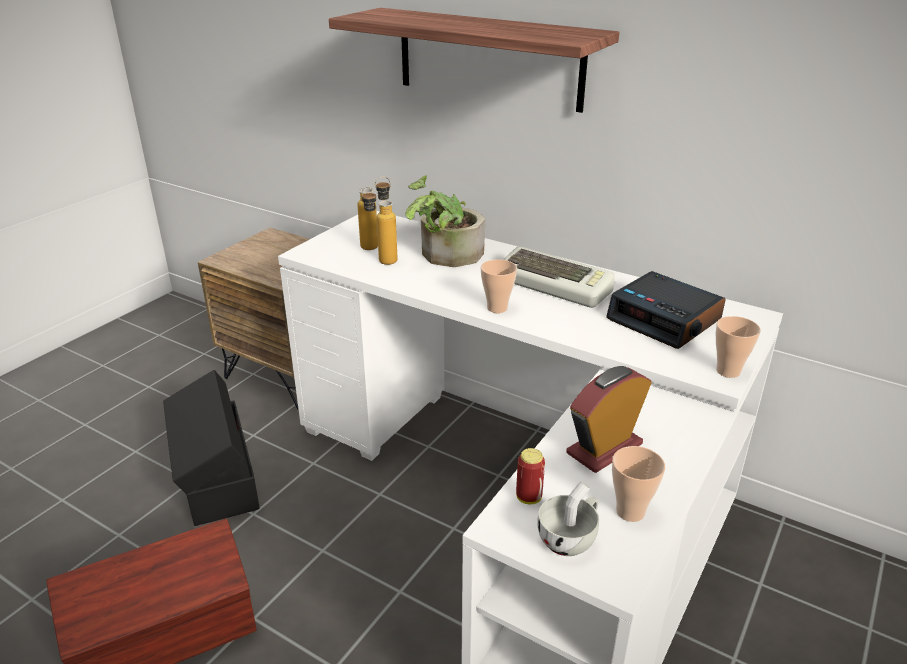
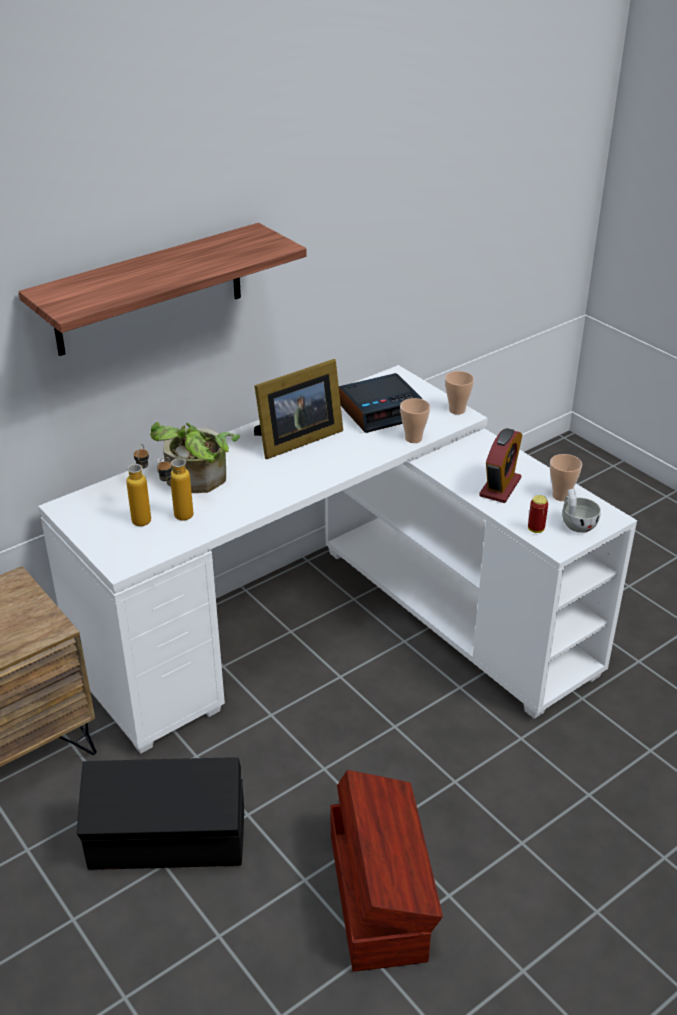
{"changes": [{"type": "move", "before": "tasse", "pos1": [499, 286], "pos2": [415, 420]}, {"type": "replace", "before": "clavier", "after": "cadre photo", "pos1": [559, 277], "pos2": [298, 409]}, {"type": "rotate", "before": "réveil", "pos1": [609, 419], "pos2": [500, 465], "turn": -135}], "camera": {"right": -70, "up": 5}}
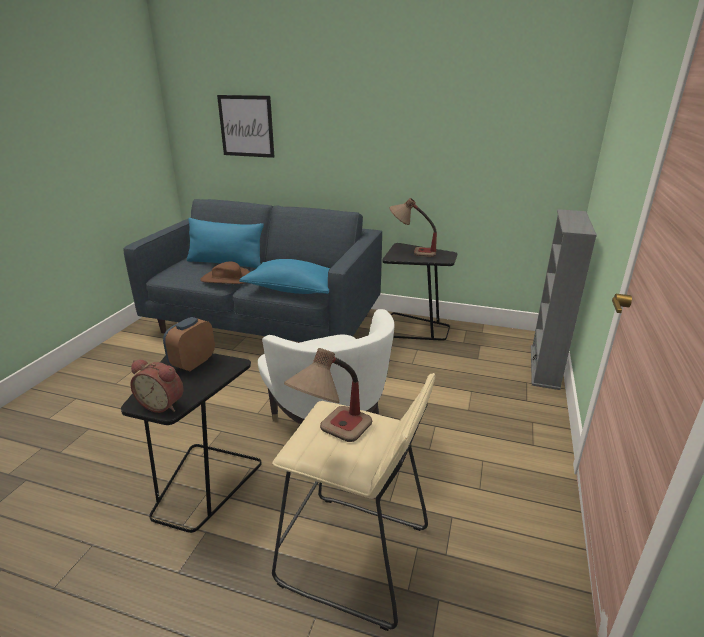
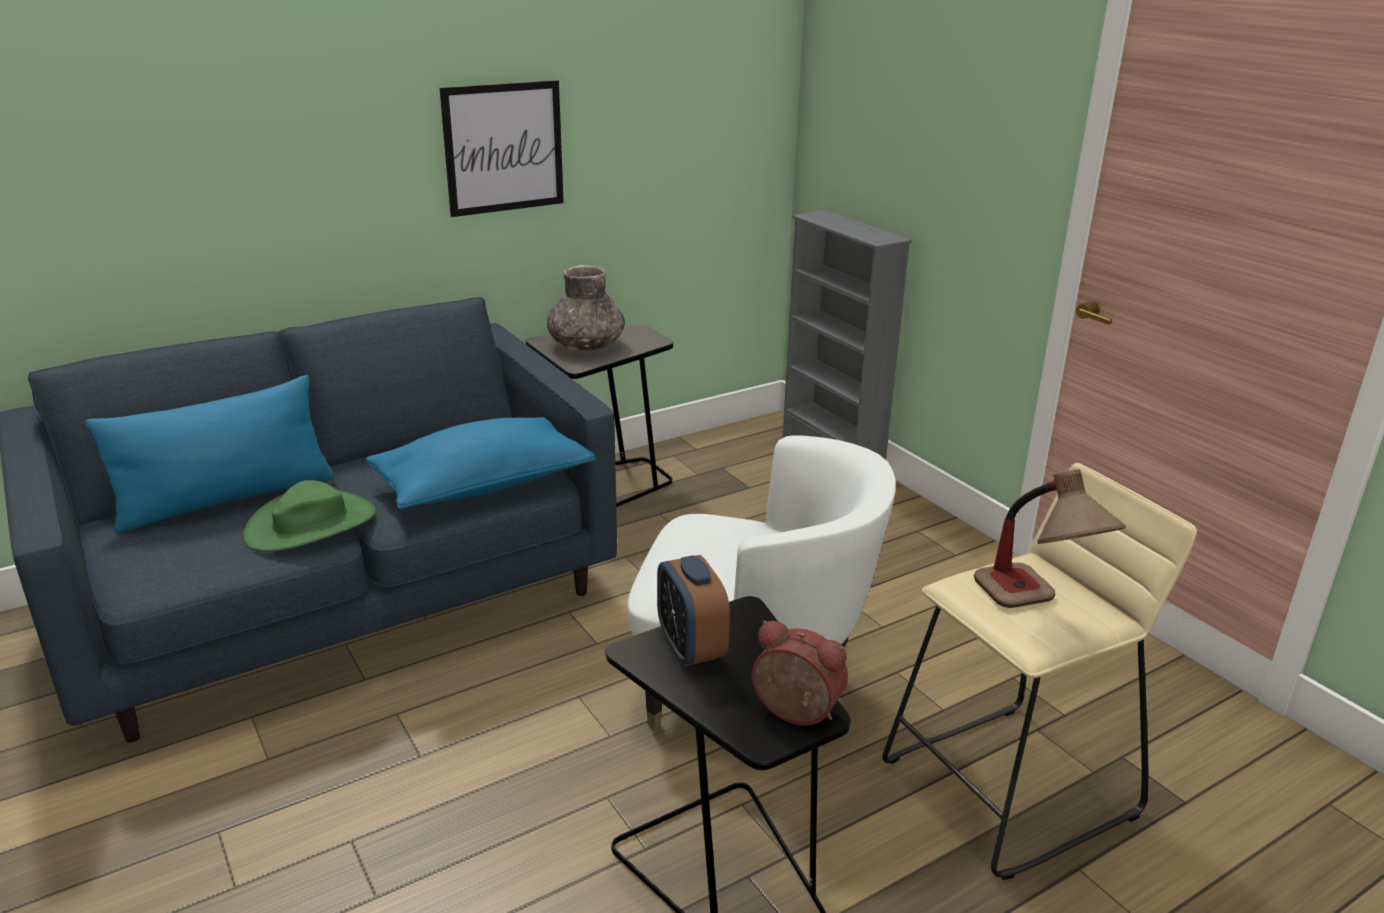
{"changes": [{"type": "rotate", "before": "réveil", "pos1": [156, 386], "pos2": [799, 673], "turn": -120}, {"type": "recolor", "before": "chapeau/marron", "after": "chapeau/vert", "pos1": [225, 272], "pos2": [309, 516]}, {"type": "move", "before": "tableau", "pos1": [245, 126], "pos2": [502, 148]}, {"type": "replace", "before": "lampe de table", "after": "vase/gris", "pos1": [413, 227], "pos2": [586, 308]}], "camera": {"right": -50, "up": 0}}
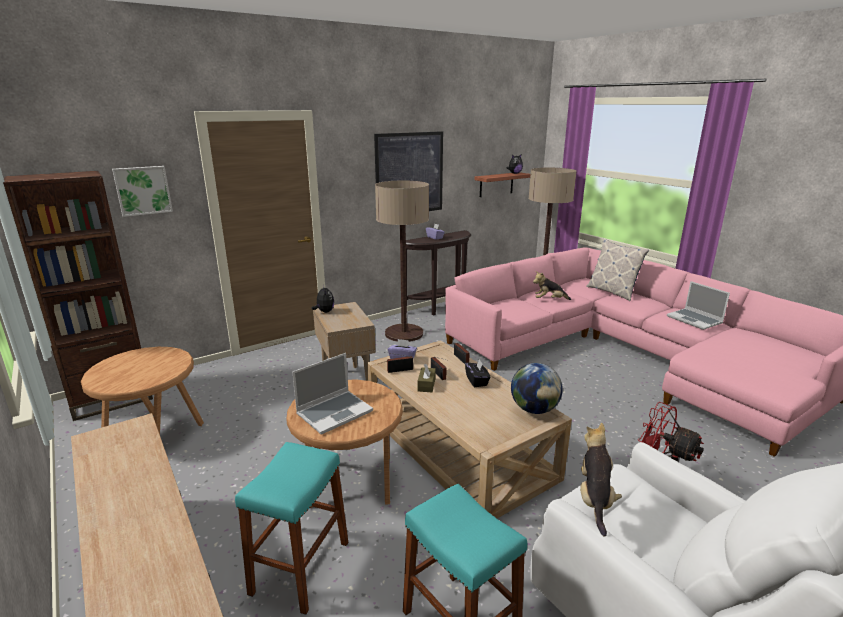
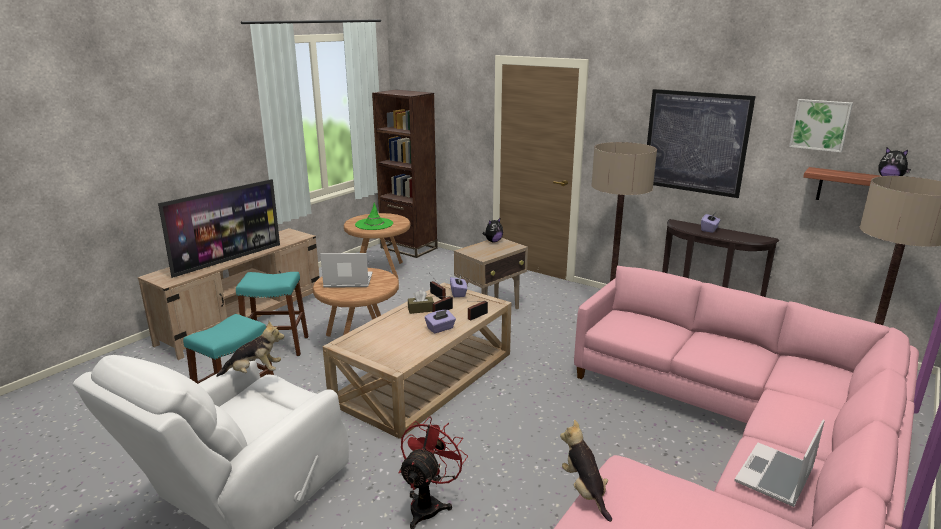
{"changes": [{"type": "move", "before": "tableau", "pos1": [142, 191], "pos2": [821, 125]}, {"type": "rotate", "before": "ordinateur portable", "pos1": [332, 393], "pos2": [346, 270], "turn": 150}, {"type": "recolor", "before": "boîte à mouchoirs/noir", "after": "boîte à mouchoirs/violet", "pos1": [478, 373], "pos2": [440, 322]}, {"type": "delete", "before": "globe", "pos1": [537, 388]}, {"type": "move", "before": "peluche", "pos1": [552, 285], "pos2": [586, 471]}, {"type": "delete", "before": "coussin", "pos1": [617, 270]}, {"type": "insert", "after": "téléviseur", "pos2": [219, 228]}, {"type": "insert", "after": "chapeau/vert", "pos2": [374, 216]}], "camera": {"right": 70, "up": 0}}
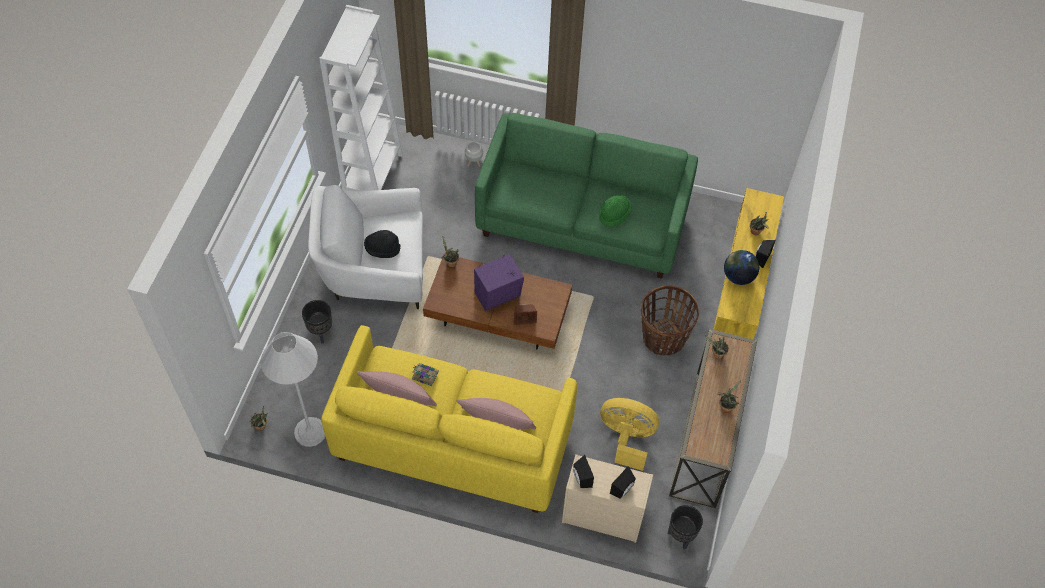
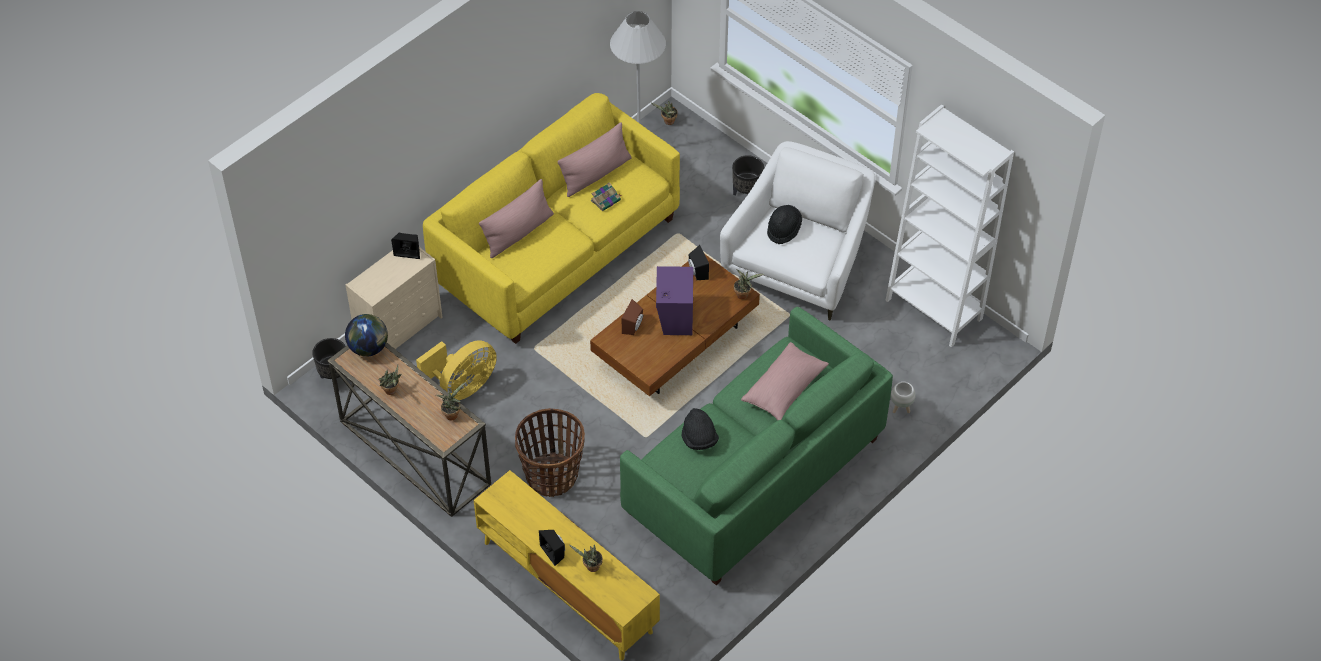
{"changes": [{"type": "recolor", "before": "chapeau/vert", "after": "chapeau/noir", "pos1": [615, 211], "pos2": [700, 429]}, {"type": "move", "before": "enceinte/noir", "pos1": [623, 482], "pos2": [698, 262]}, {"type": "move", "before": "globe", "pos1": [741, 267], "pos2": [366, 335]}, {"type": "insert", "after": "coussin/rose", "pos2": [785, 381]}], "camera": {"right": 120, "up": -5}}
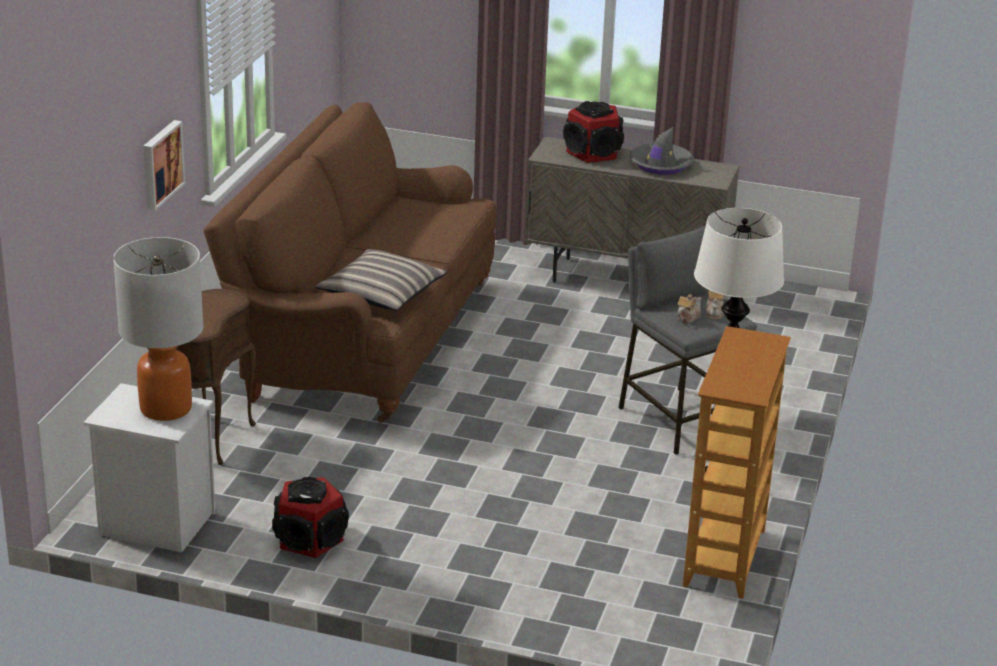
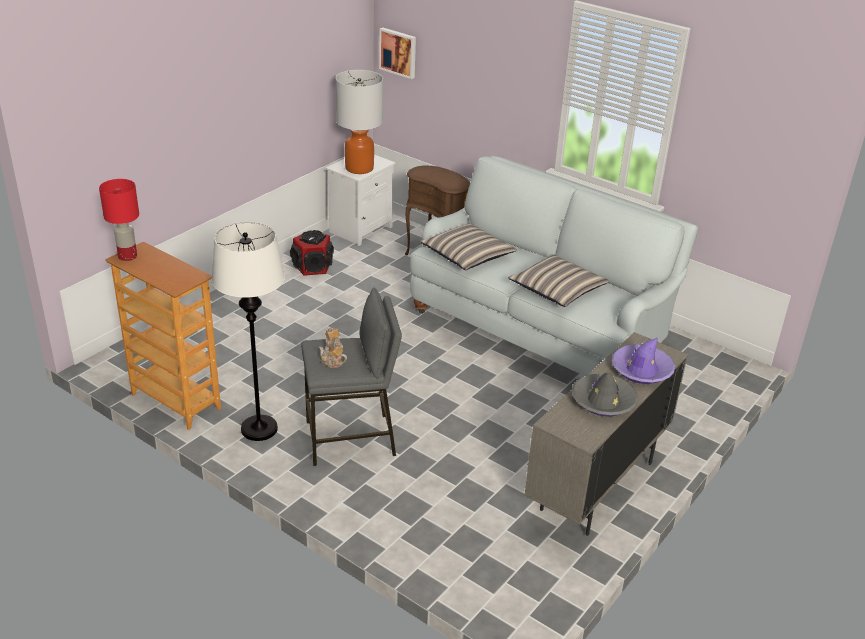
{"changes": [{"type": "move", "before": "tableau", "pos1": [164, 165], "pos2": [397, 53]}, {"type": "recolor", "before": "canapé/marron", "after": "canapé/blanc", "pos1": [350, 262], "pos2": [554, 266]}, {"type": "replace", "before": "enceinte", "after": "chapeau/violet", "pos1": [593, 132], "pos2": [643, 361]}, {"type": "insert", "after": "lampe de table/rouge", "pos2": [119, 220]}, {"type": "insert", "after": "coussin", "pos2": [558, 280]}], "camera": {"right": 110, "up": 5}}
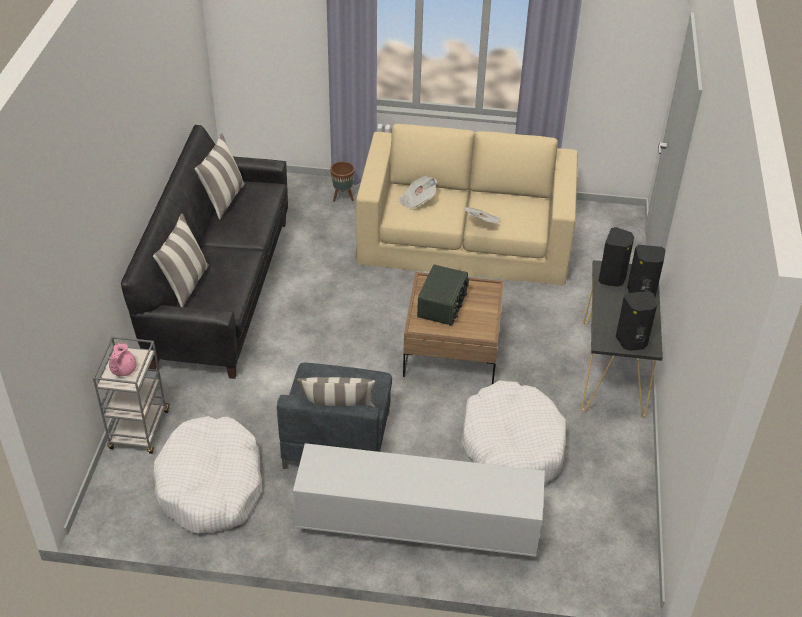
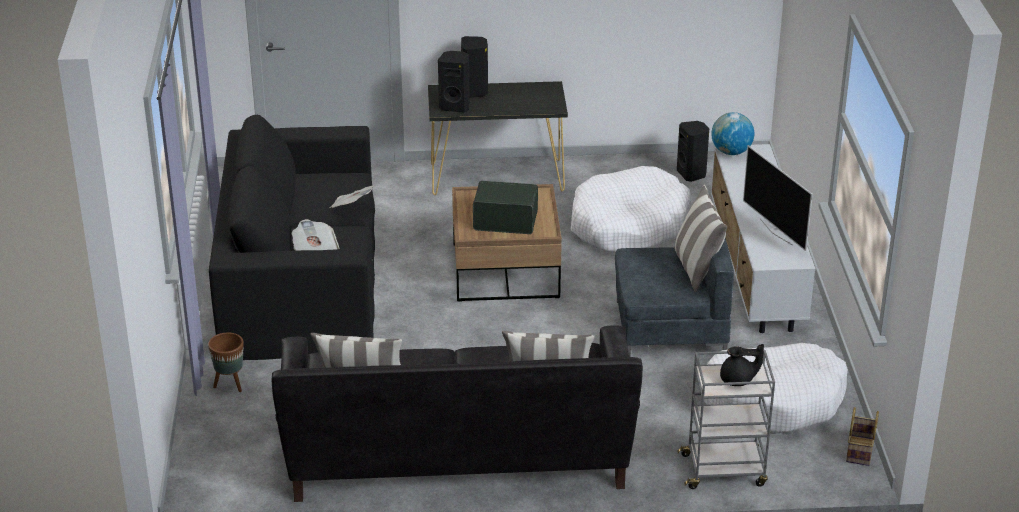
{"changes": [{"type": "recolor", "before": "théière/rose", "after": "théière/noir", "pos1": [122, 359], "pos2": [742, 365]}, {"type": "recolor", "before": "canapé/beige", "after": "canapé/noir", "pos1": [466, 205], "pos2": [292, 237]}, {"type": "move", "before": "enceinte/noir", "pos1": [636, 321], "pos2": [693, 151]}, {"type": "insert", "after": "globe", "pos2": [732, 133]}, {"type": "insert", "after": "téléviseur", "pos2": [778, 198]}, {"type": "insert", "after": "panier", "pos2": [862, 436]}], "camera": {"right": -100, "up": -10}}
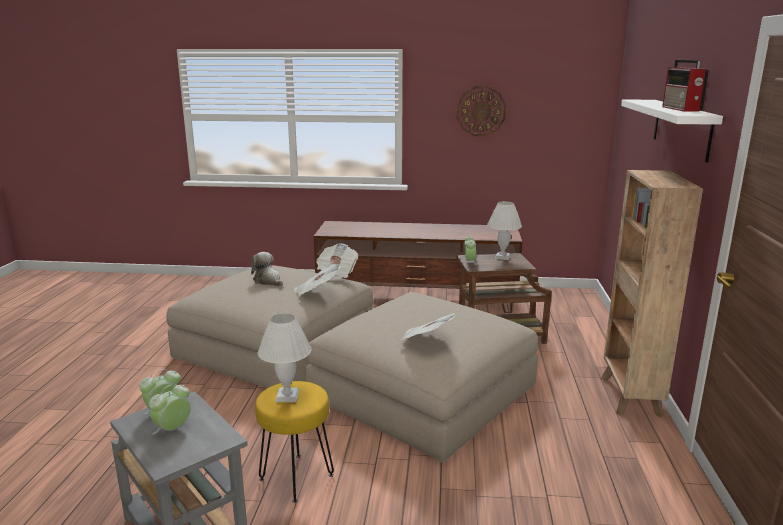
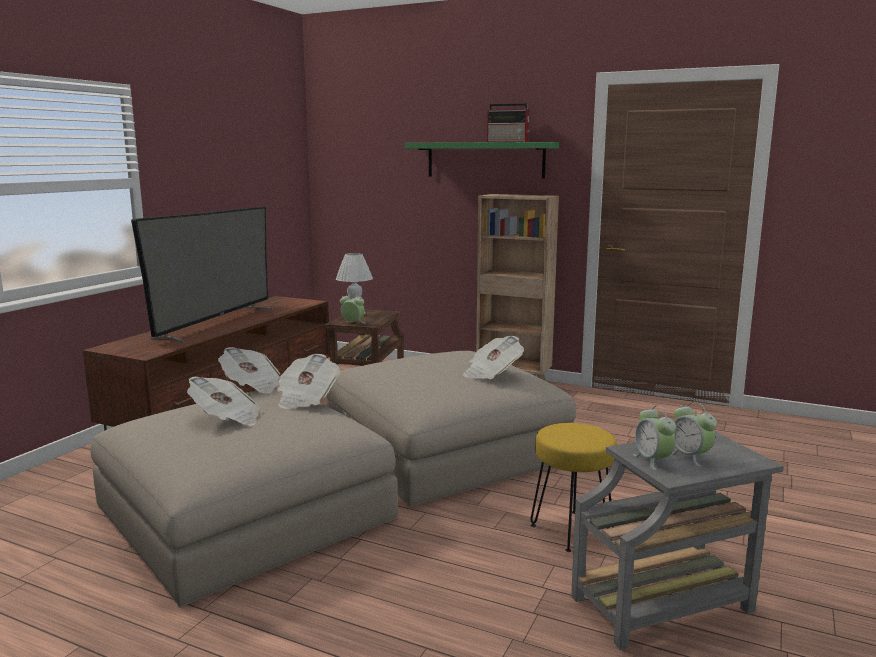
{"changes": [{"type": "replace", "before": "peluche", "after": "journal", "pos1": [267, 269], "pos2": [224, 401]}, {"type": "delete", "before": "lampe de table/blanc", "pos1": [284, 357]}, {"type": "delete", "before": "horloge murale", "pos1": [481, 111]}, {"type": "recolor", "before": "étagère/blanc", "after": "étagère/vert", "pos1": [672, 130], "pos2": [482, 160]}, {"type": "insert", "after": "téléviseur", "pos2": [202, 274]}], "camera": {"right": -70, "up": -5}}
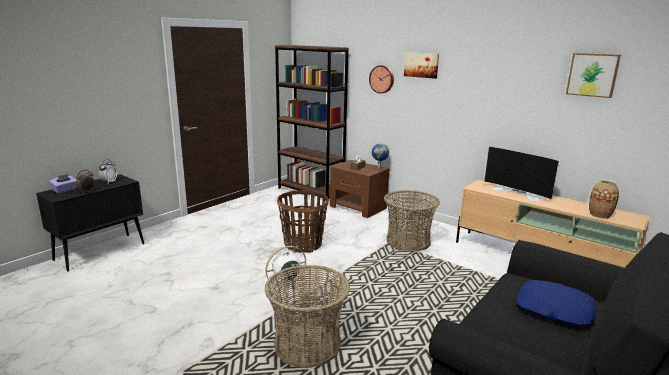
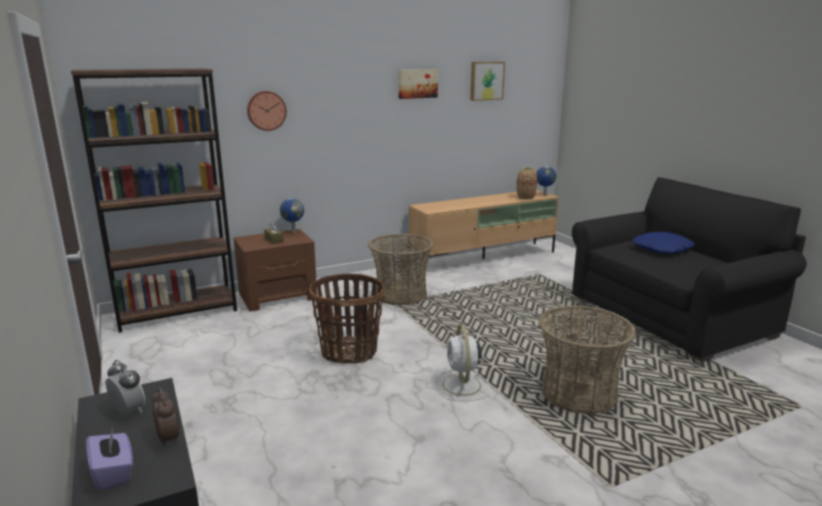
{"changes": [{"type": "move", "before": "tableau", "pos1": [421, 65], "pos2": [418, 84]}, {"type": "delete", "before": "téléviseur", "pos1": [521, 173]}, {"type": "insert", "after": "globe", "pos2": [546, 181]}], "camera": {"right": -65, "up": 0}}
